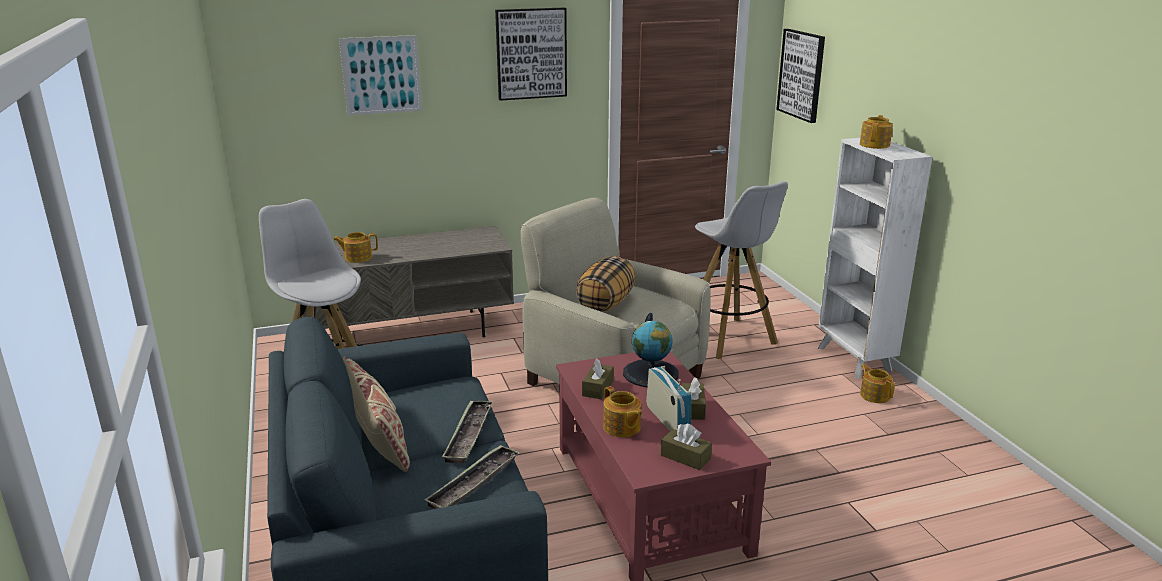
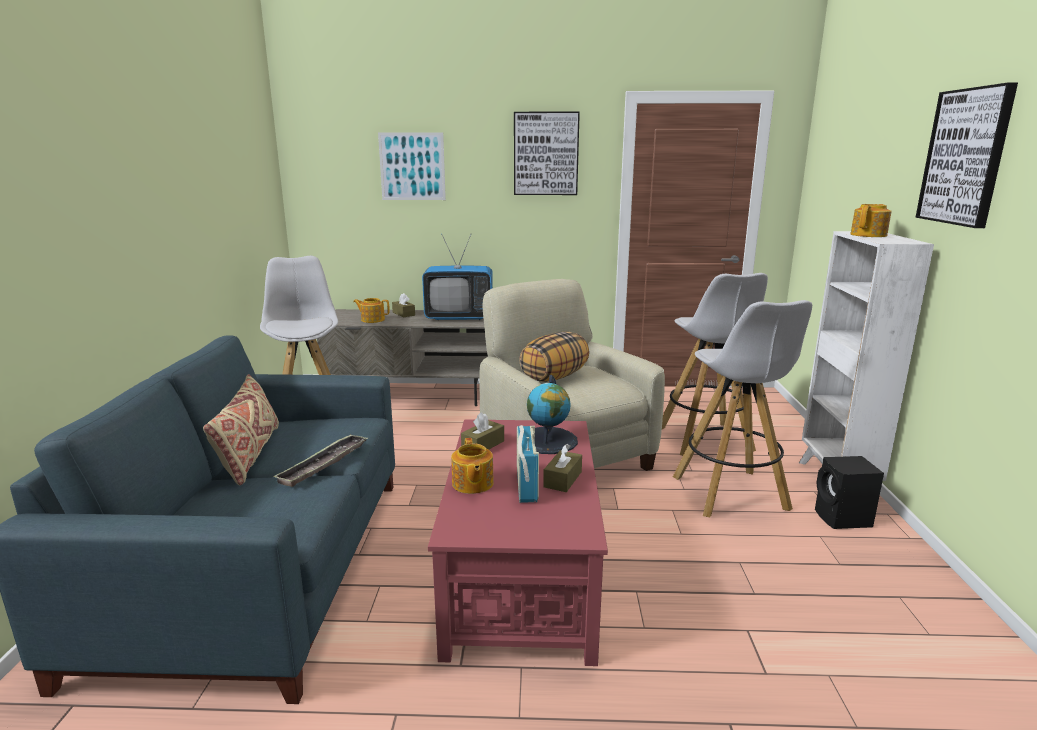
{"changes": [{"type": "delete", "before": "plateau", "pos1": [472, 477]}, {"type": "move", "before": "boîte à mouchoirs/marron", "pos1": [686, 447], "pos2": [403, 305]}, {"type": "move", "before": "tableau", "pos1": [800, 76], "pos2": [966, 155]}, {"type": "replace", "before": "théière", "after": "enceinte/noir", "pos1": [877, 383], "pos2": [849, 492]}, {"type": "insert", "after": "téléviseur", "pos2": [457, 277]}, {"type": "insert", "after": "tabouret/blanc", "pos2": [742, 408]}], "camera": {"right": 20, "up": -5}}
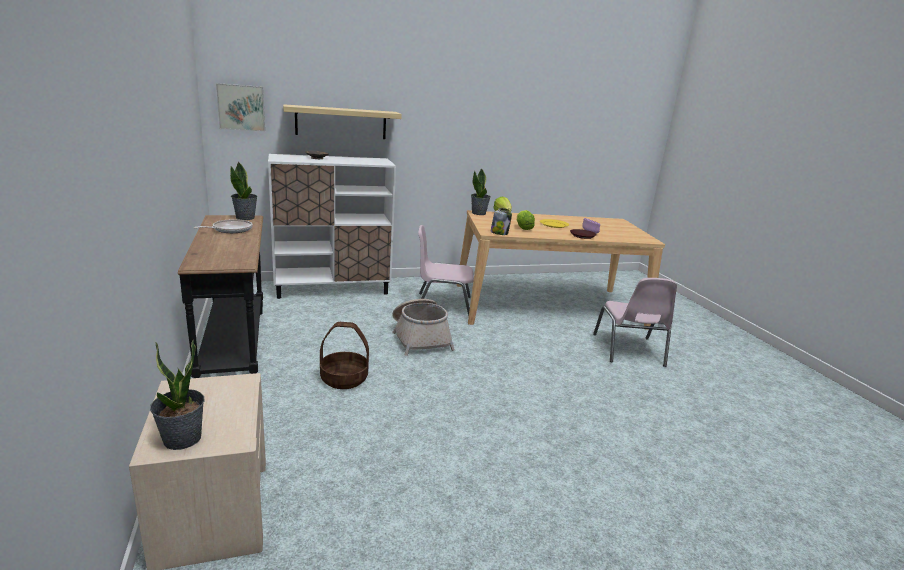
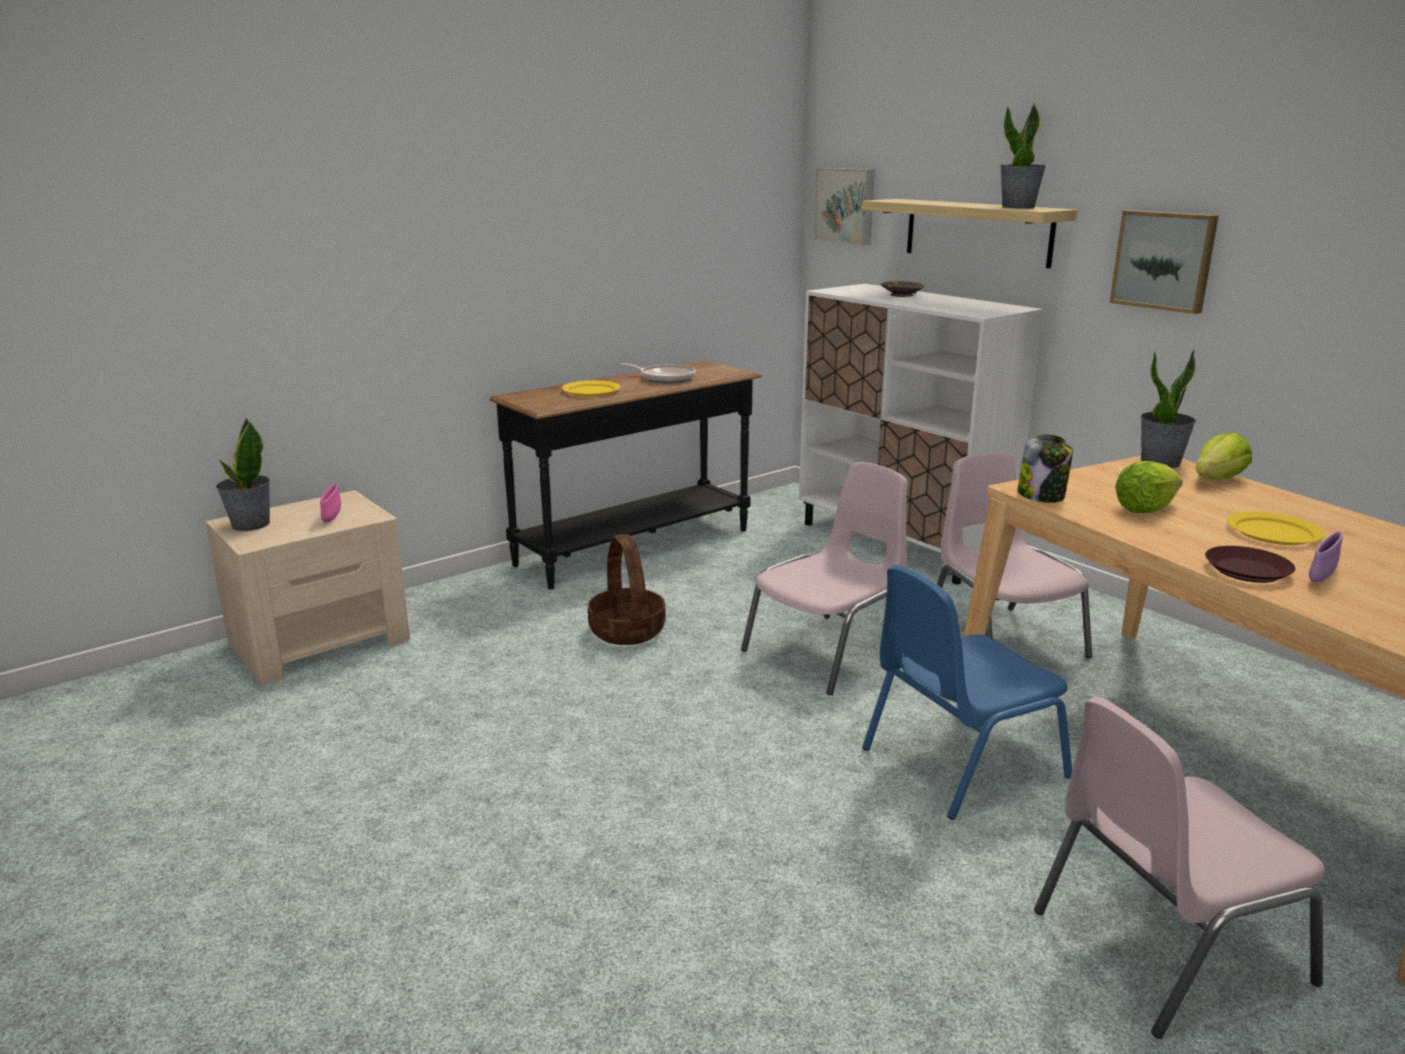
{"changes": [{"type": "move", "before": "plante en pot", "pos1": [244, 191], "pos2": [1023, 156]}, {"type": "replace", "before": "panier", "after": "chaise/rose", "pos1": [423, 327], "pos2": [824, 578]}, {"type": "insert", "after": "bol/rose", "pos2": [330, 503]}, {"type": "insert", "after": "assiette/jaune", "pos2": [591, 388]}, {"type": "insert", "after": "chaise/bleu", "pos2": [967, 692]}, {"type": "insert", "after": "tableau", "pos2": [1164, 262]}], "camera": {"right": 70, "up": 0}}
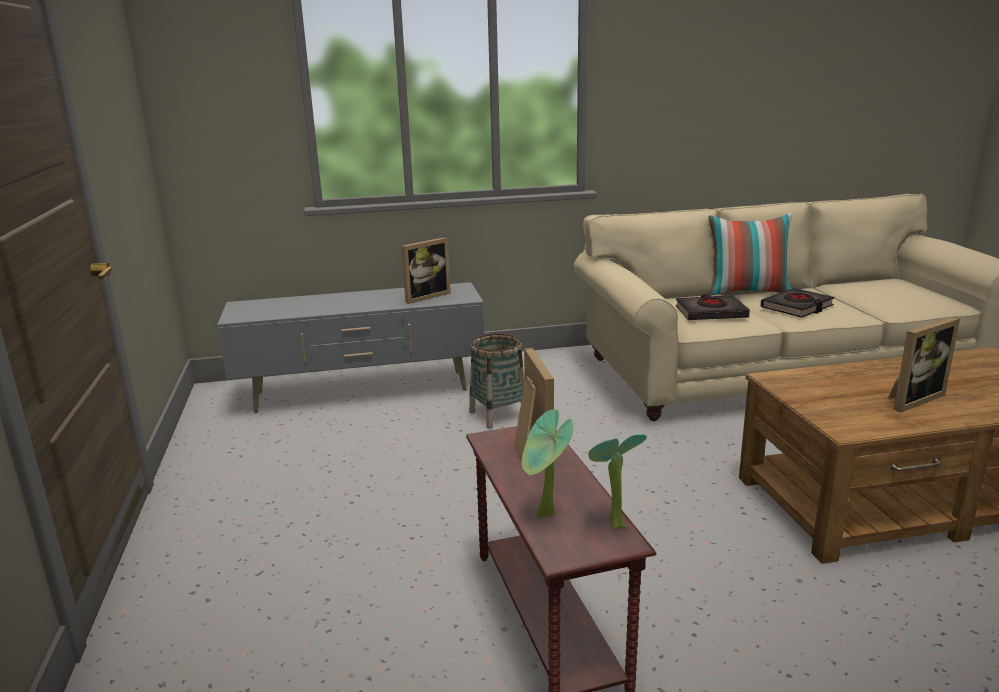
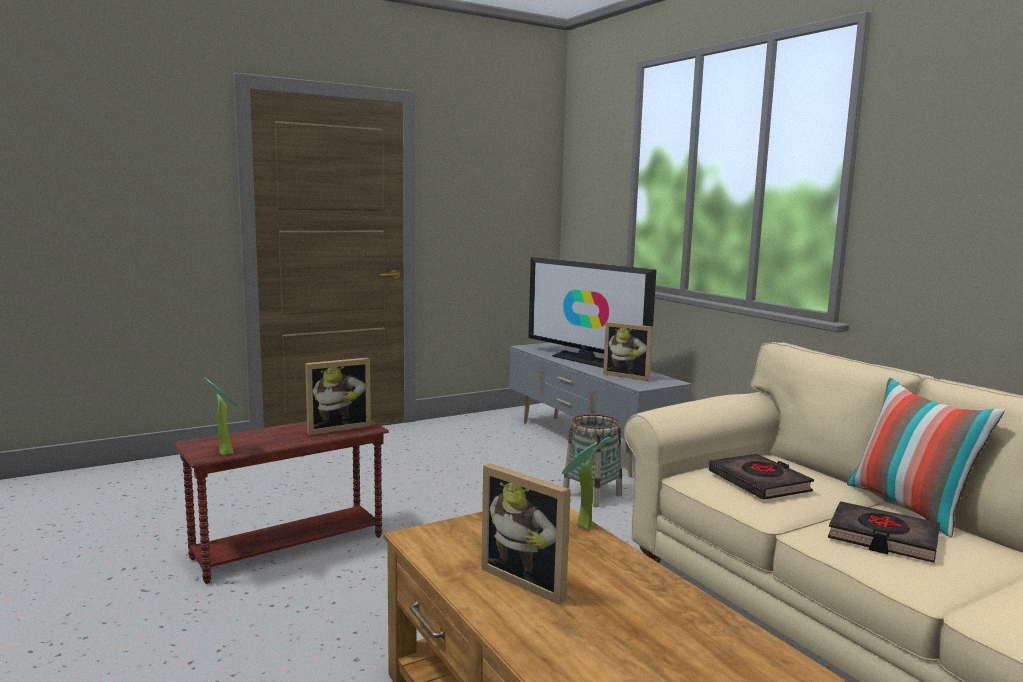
{"changes": [{"type": "move", "before": "plante en pot", "pos1": [547, 463], "pos2": [586, 483]}, {"type": "insert", "after": "téléviseur", "pos2": [592, 312]}], "camera": {"right": 70, "up": -10}}
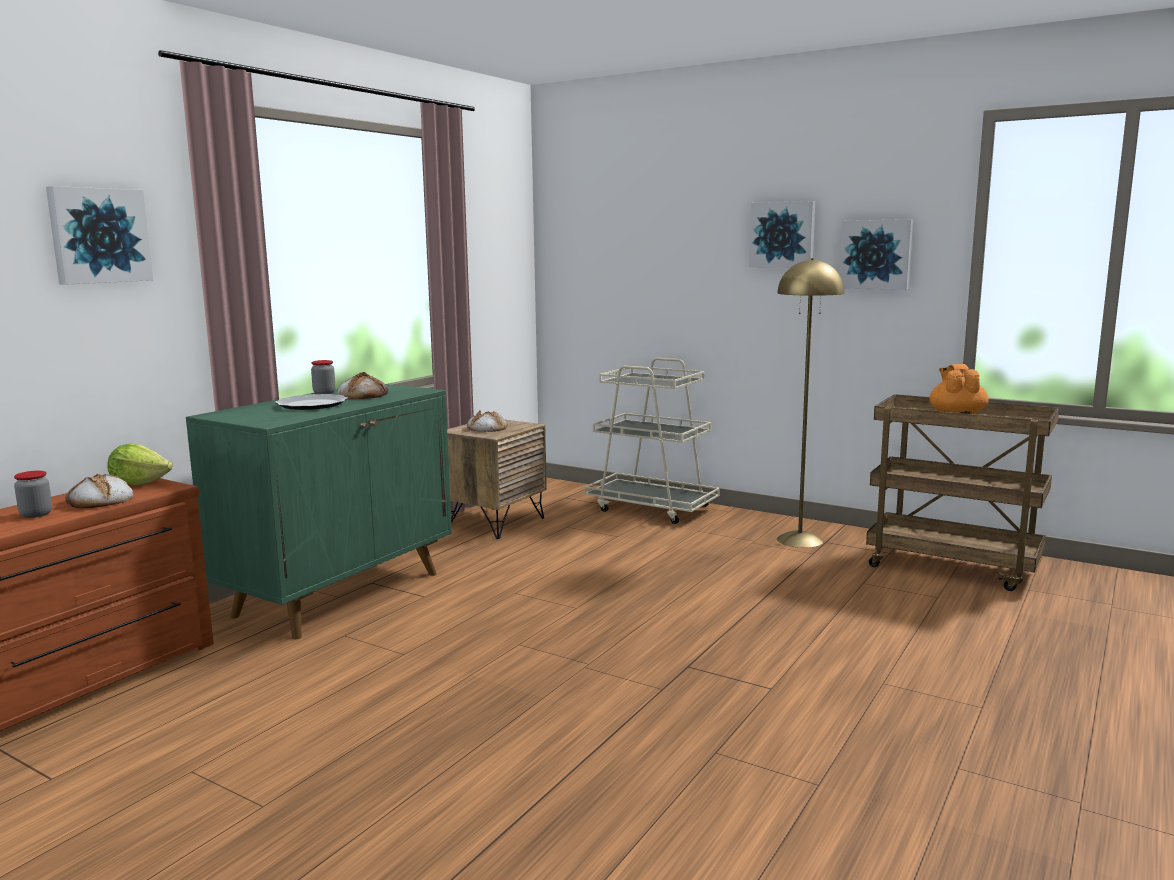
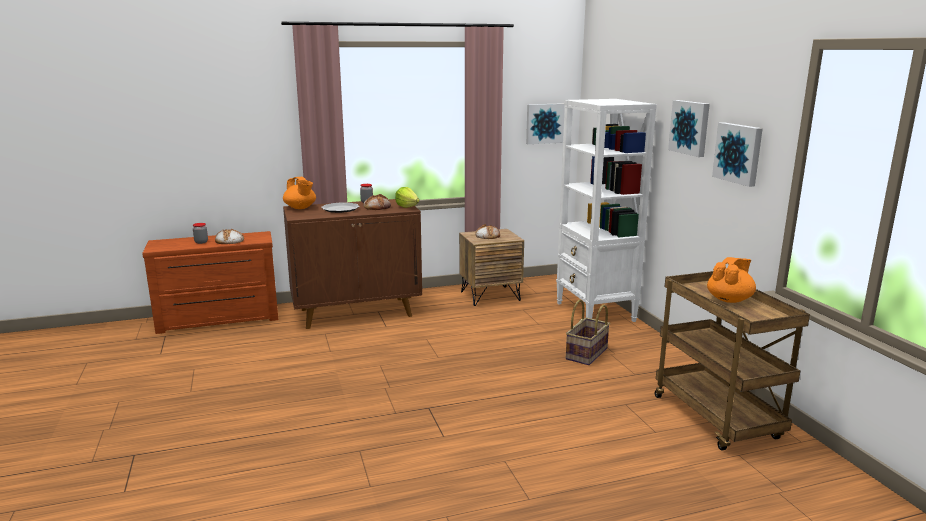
{"changes": [{"type": "move", "before": "tableau", "pos1": [99, 235], "pos2": [545, 123]}, {"type": "move", "before": "laitue", "pos1": [139, 465], "pos2": [407, 197]}, {"type": "recolor", "before": "meuble de rangement/vert", "after": "meuble de rangement/marron", "pos1": [319, 511], "pos2": [352, 264]}, {"type": "replace", "before": "chariot/beige", "after": "bibliothèque/blanc", "pos1": [652, 441], "pos2": [606, 210]}, {"type": "delete", "before": "lampadaire/jaune", "pos1": [810, 403]}, {"type": "insert", "after": "théière/orange", "pos2": [299, 193]}, {"type": "insert", "after": "panier", "pos2": [588, 332]}], "camera": {"right": 40, "up": 5}}
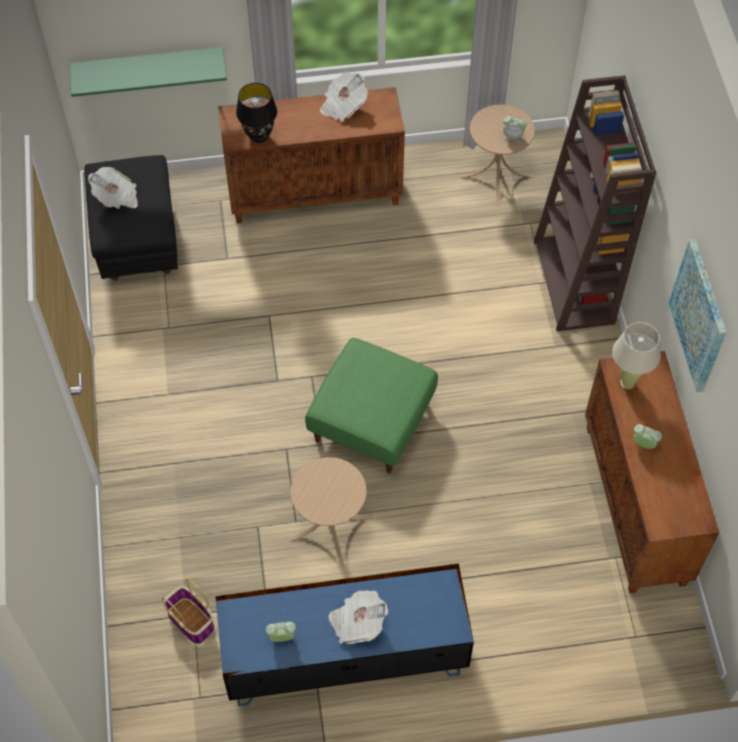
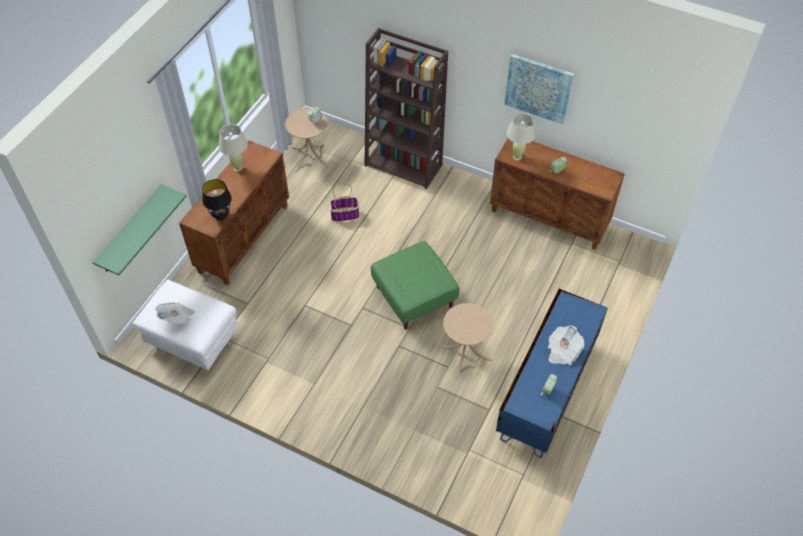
{"changes": [{"type": "recolor", "before": "pouf/noir", "after": "pouf/blanc", "pos1": [131, 218], "pos2": [185, 325]}, {"type": "move", "before": "panier", "pos1": [188, 611], "pos2": [344, 202]}, {"type": "replace", "before": "journal", "after": "lampe de table/beige", "pos1": [344, 97], "pos2": [233, 148]}], "camera": {"right": -55, "up": -5}}
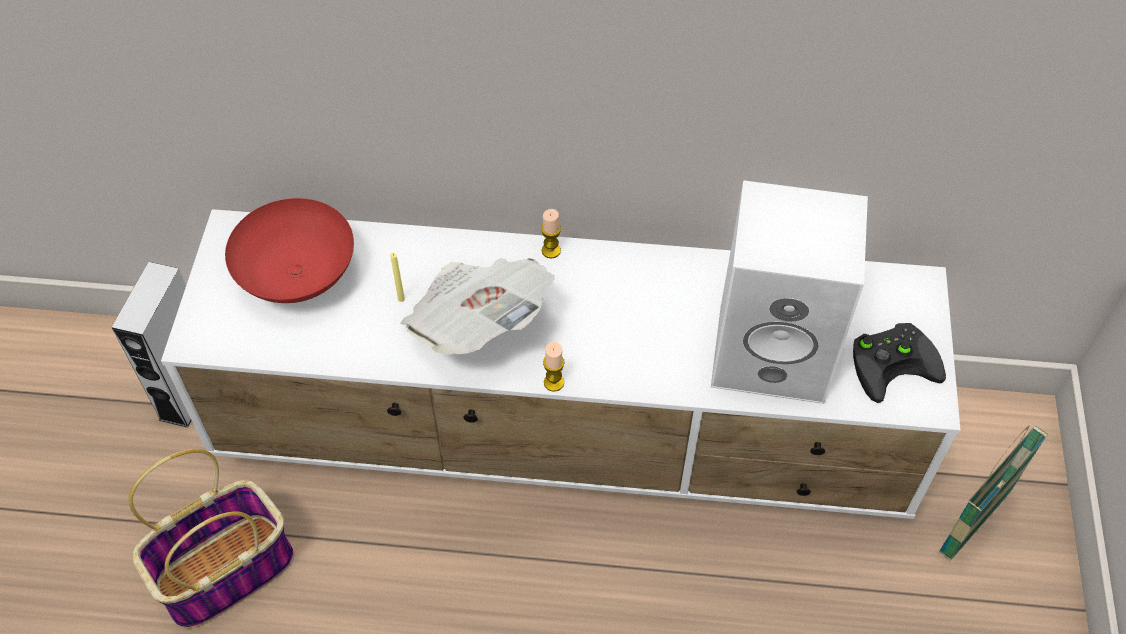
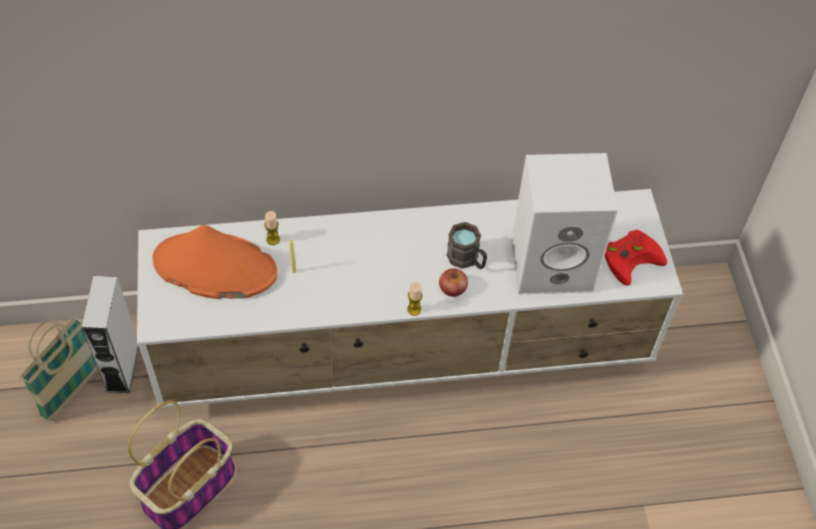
{"changes": [{"type": "replace", "before": "bol/rouge", "after": "chapeau/orange", "pos1": [289, 250], "pos2": [215, 262]}, {"type": "delete", "before": "journal", "pos1": [477, 306]}, {"type": "move", "before": "bougie", "pos1": [551, 233], "pos2": [272, 228]}, {"type": "recolor", "before": "manette/noir", "after": "manette/rouge", "pos1": [899, 363], "pos2": [636, 258]}, {"type": "move", "before": "panier", "pos1": [993, 493], "pos2": [59, 369]}, {"type": "insert", "after": "pomme", "pos2": [453, 282]}, {"type": "insert", "after": "mug/marron", "pos2": [467, 245]}], "camera": {"right": -15, "up": 0}}
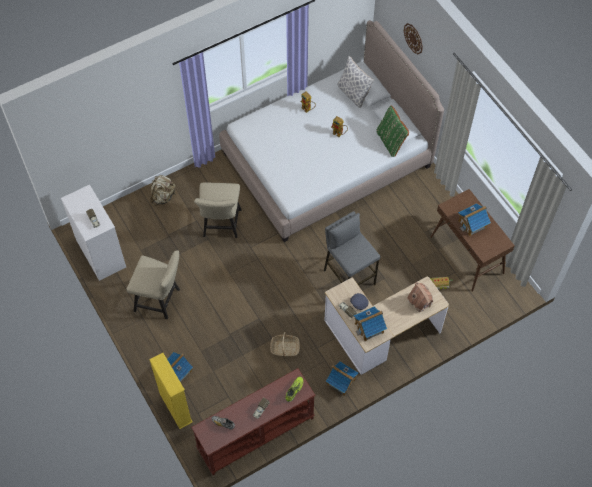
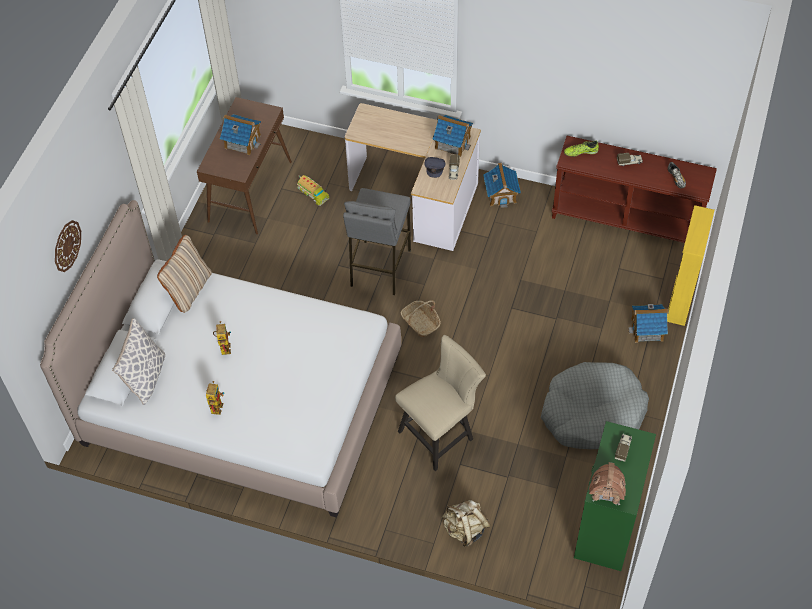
{"changes": [{"type": "recolor", "before": "commode/blanc", "after": "commode/vert", "pos1": [93, 233], "pos2": [615, 496]}, {"type": "replace", "before": "chaise/beige", "after": "panier pour chien/gris", "pos1": [153, 284], "pos2": [595, 405]}, {"type": "move", "before": "panier", "pos1": [285, 344], "pos2": [420, 318]}, {"type": "recolor", "before": "coussin/vert", "after": "coussin/beige", "pos1": [392, 131], "pos2": [184, 274]}, {"type": "move", "before": "maison miniature", "pos1": [420, 297], "pos2": [607, 483]}], "camera": {"right": -130, "up": -5}}
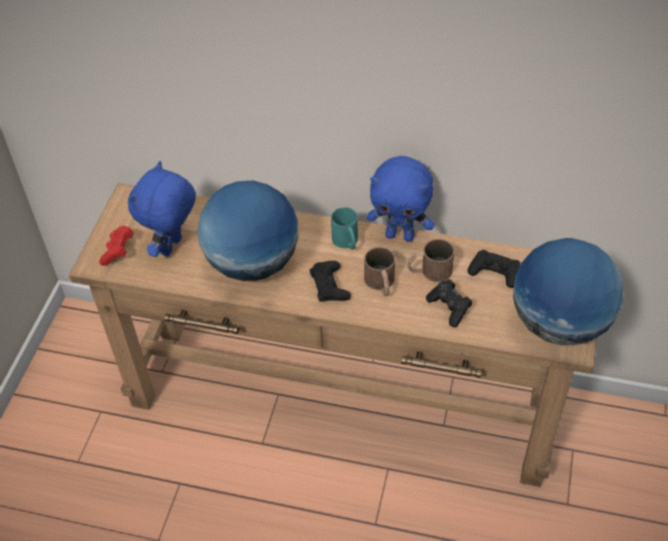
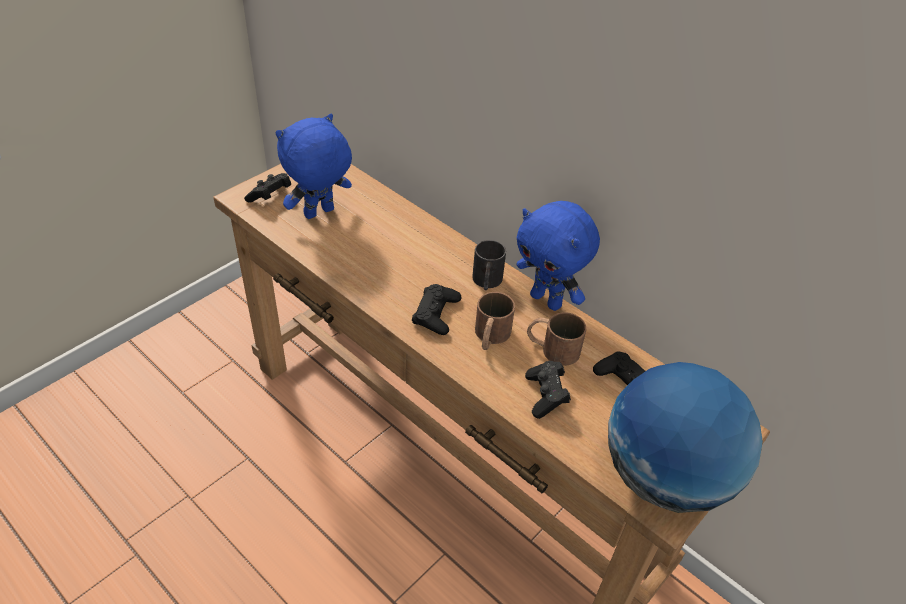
{"changes": [{"type": "recolor", "before": "manette/rouge", "after": "manette/noir", "pos1": [116, 246], "pos2": [267, 188]}, {"type": "delete", "before": "globe", "pos1": [248, 231]}, {"type": "recolor", "before": "mug/turquoise", "after": "mug/noir", "pos1": [344, 228], "pos2": [489, 265]}], "camera": {"right": 25, "up": -5}}
